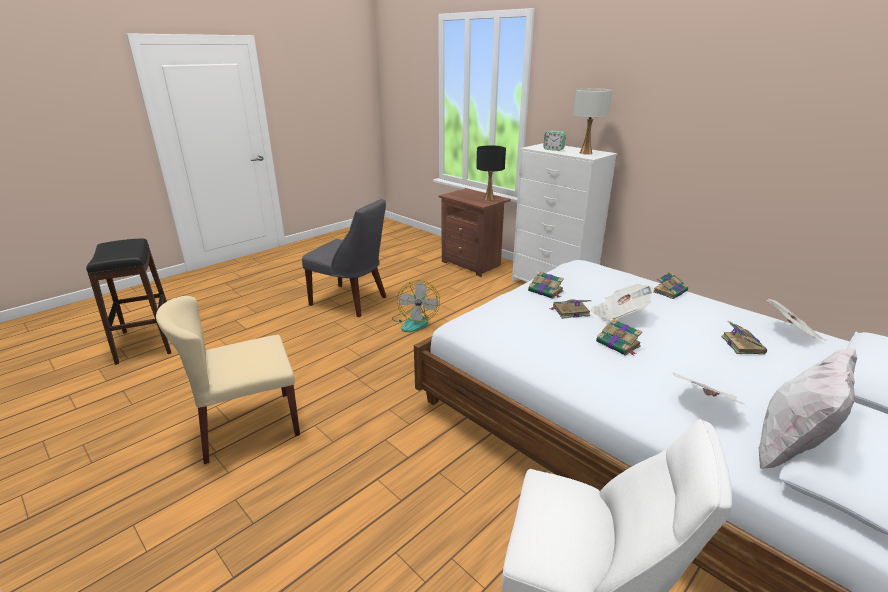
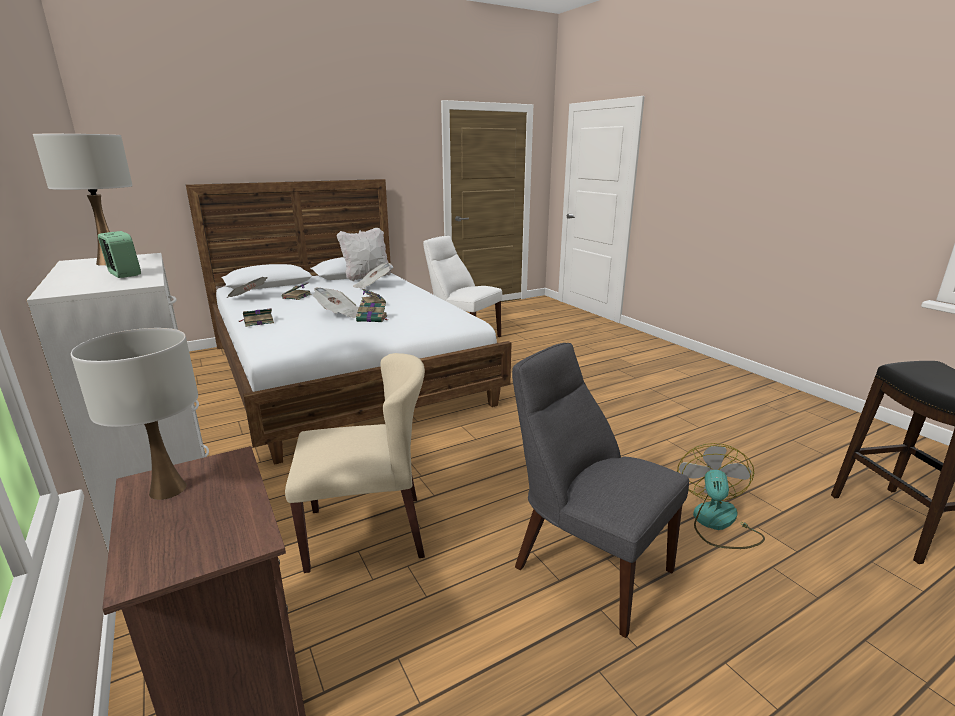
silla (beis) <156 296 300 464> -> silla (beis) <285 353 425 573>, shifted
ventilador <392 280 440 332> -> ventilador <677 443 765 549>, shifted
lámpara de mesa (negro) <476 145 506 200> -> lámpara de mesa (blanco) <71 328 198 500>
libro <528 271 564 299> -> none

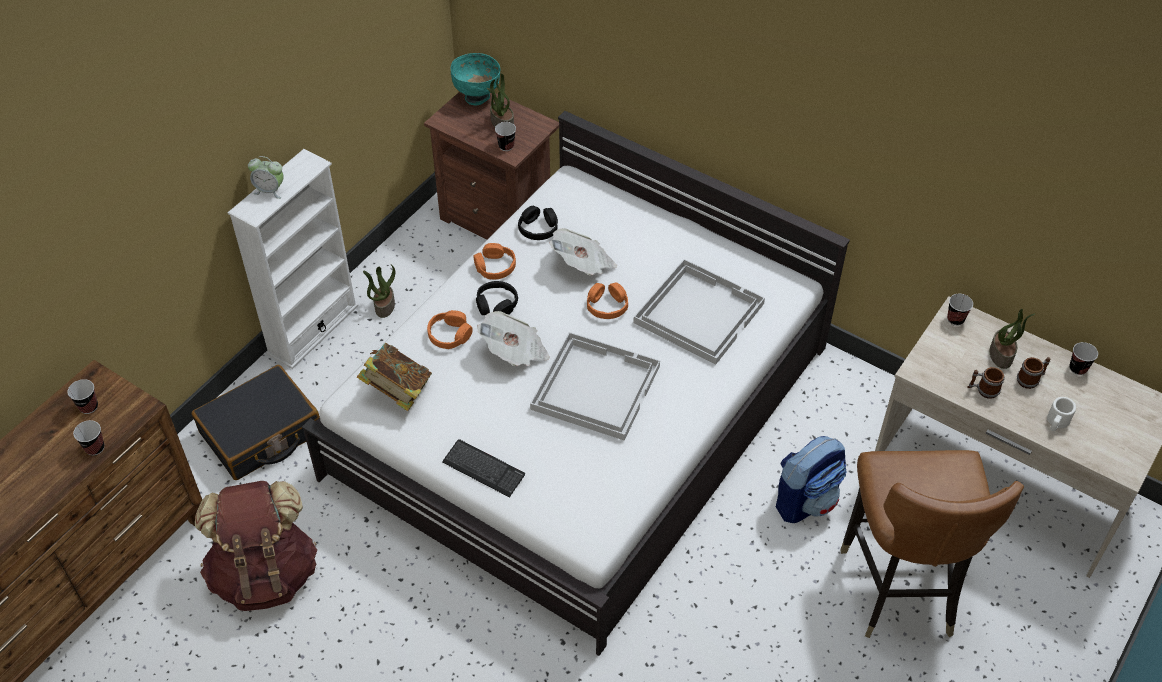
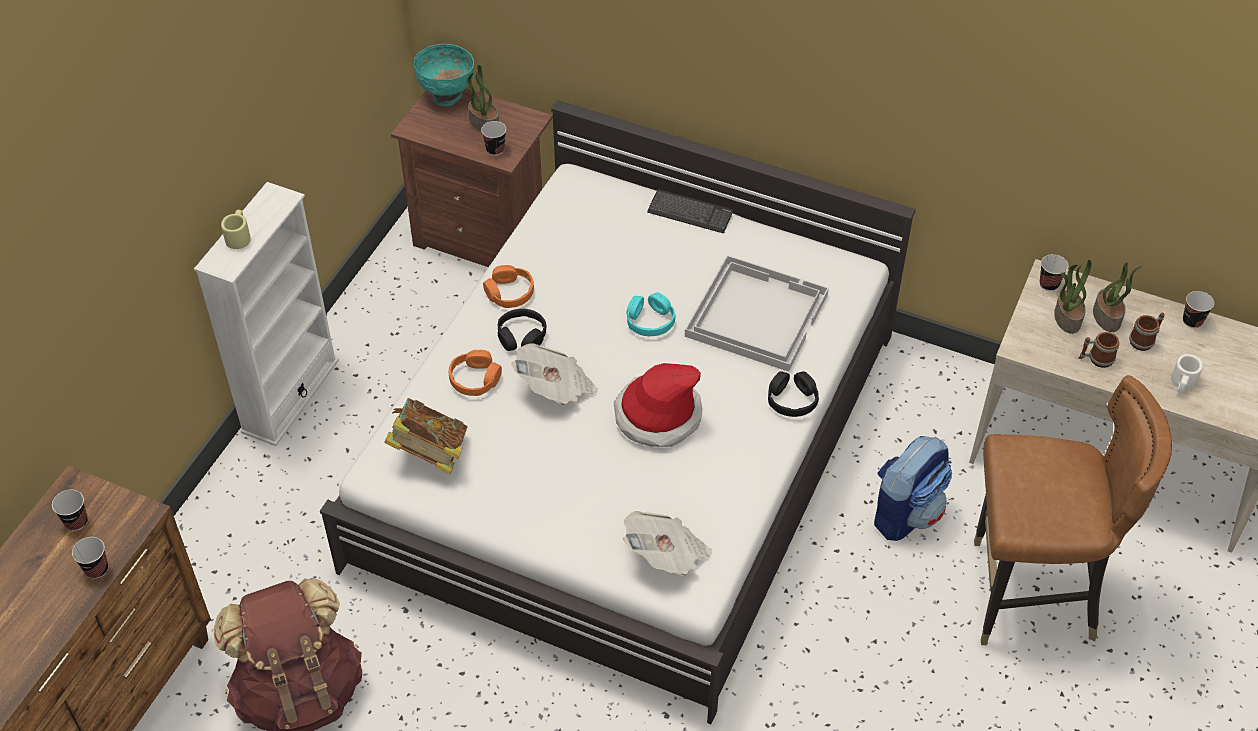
maleta (negro) <192 365 320 480> -> none
despertador <248 156 284 199> -> taza grande (beis) <221 210 251 249>
planta en maceta <363 264 395 318> -> planta en maceta <1054 260 1092 334>, shifted
teclado <443 439 525 498> -> teclado <647 189 733 234>, shifted
auriculares (negro) <518 206 558 240> -> auriculares (negro) <768 371 819 417>, shifted
bandeja (blanco) <530 332 660 441> -> sombrero <613 363 702 447>
periódico <549 228 617 275> -> periódico <623 511 712 576>, shifted
auriculares (naranja) <587 283 628 319> -> auriculares (turquesa) <627 293 676 336>
silla (marrón) <840 450 1024 638> -> silla (marrón) <974 375 1172 645>, 75 degrees counterclockwise

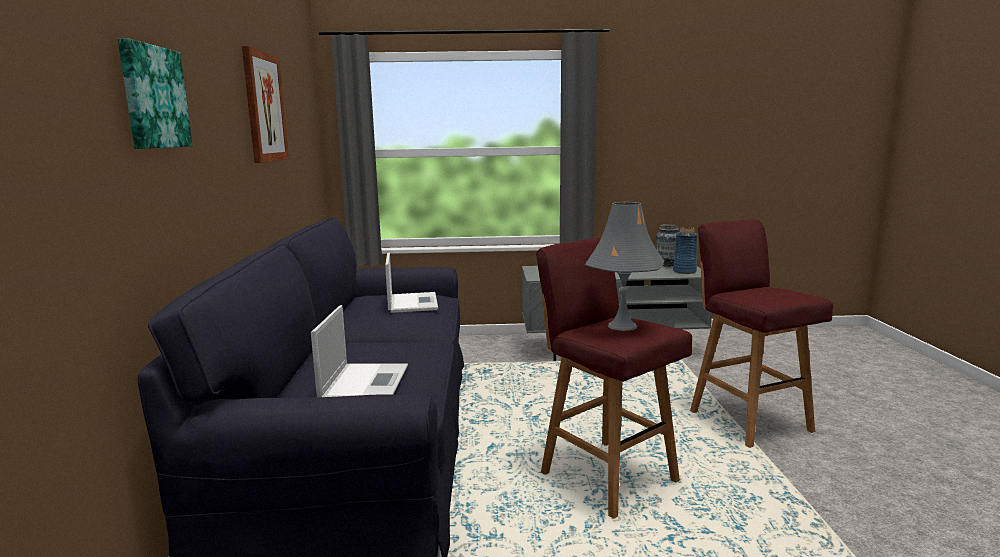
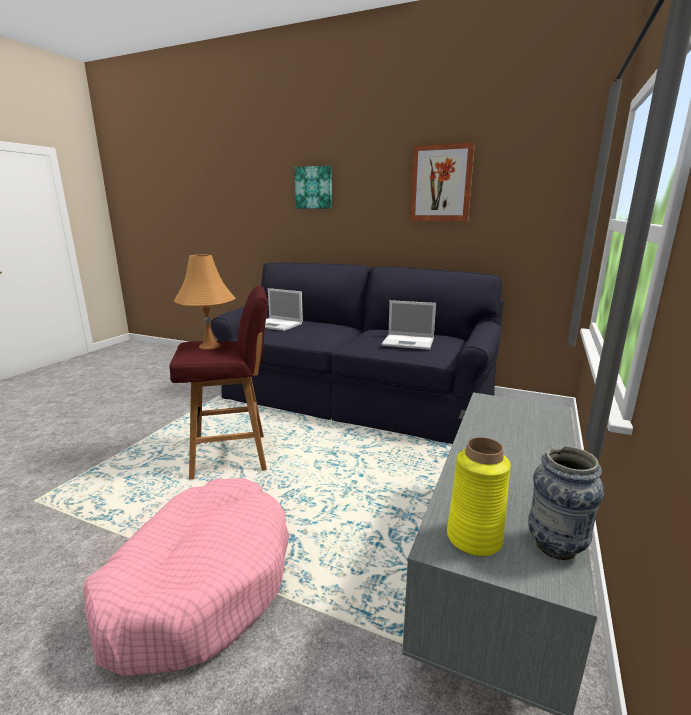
lámpara de mesa (gris) <585 202 664 331> -> lámpara de mesa (naranja) <174 255 236 349>
florero (azul) <673 227 698 274> -> florero (amarillo) <447 437 511 556>
taburete (rojo) <690 219 833 448> -> cama para perro (rosa) <83 478 289 676>

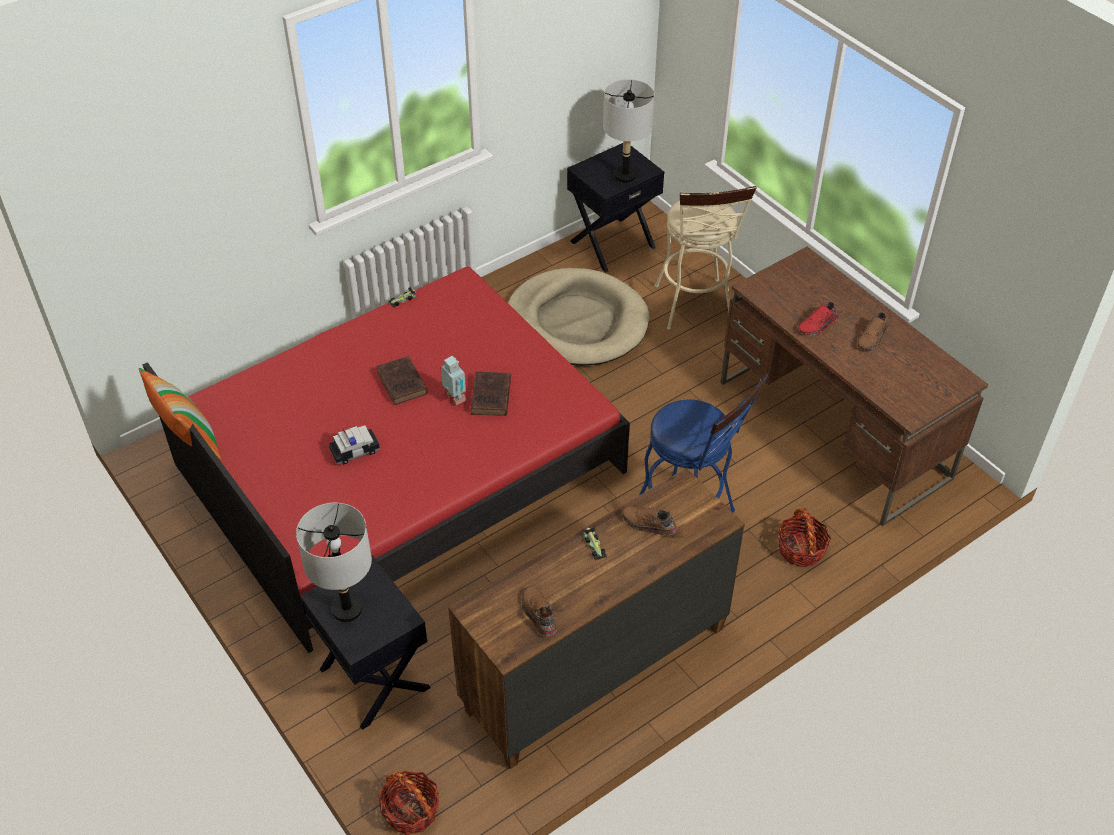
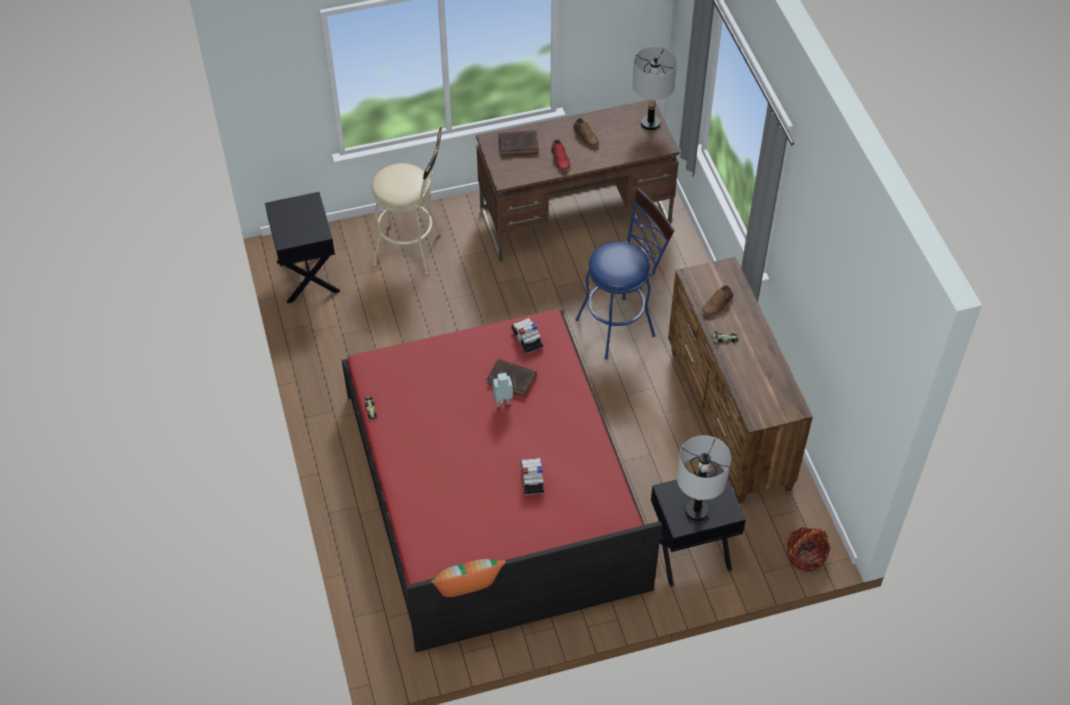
libro (marrón) <376 356 428 405> -> libro (marrón) <498 131 539 156>, shifted
cama para perro (beis) <508 268 650 366> -> none
zapato (marrón) <522 586 557 637> -> none
lámpara de mesa (gris) <603 79 655 183> -> lámpara de mesa (gris) <632 46 677 130>, shifted
cesta <778 508 831 567> -> none
none -> coche de juguete <511 318 543 354>

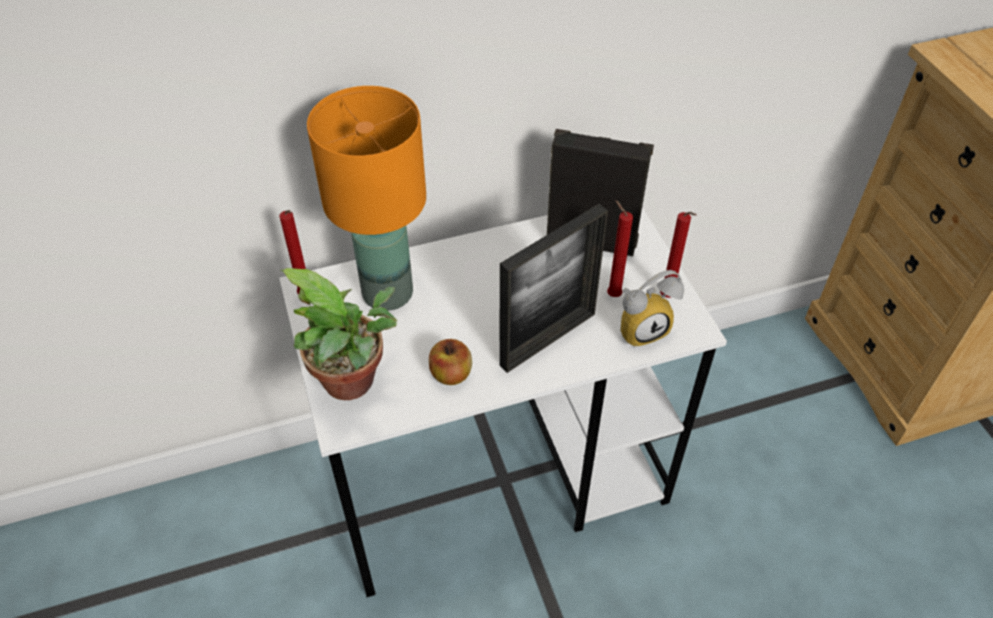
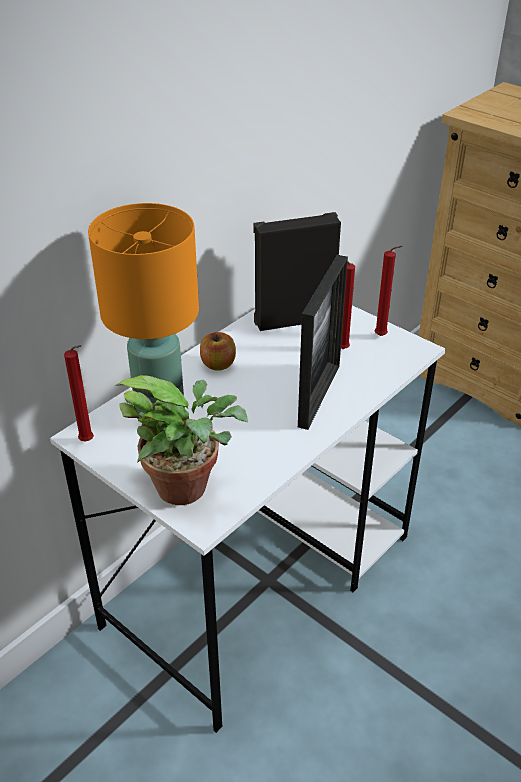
manzana <429 339 472 385> -> manzana <200 332 236 371>, shifted
despertador <620 270 684 348> -> none

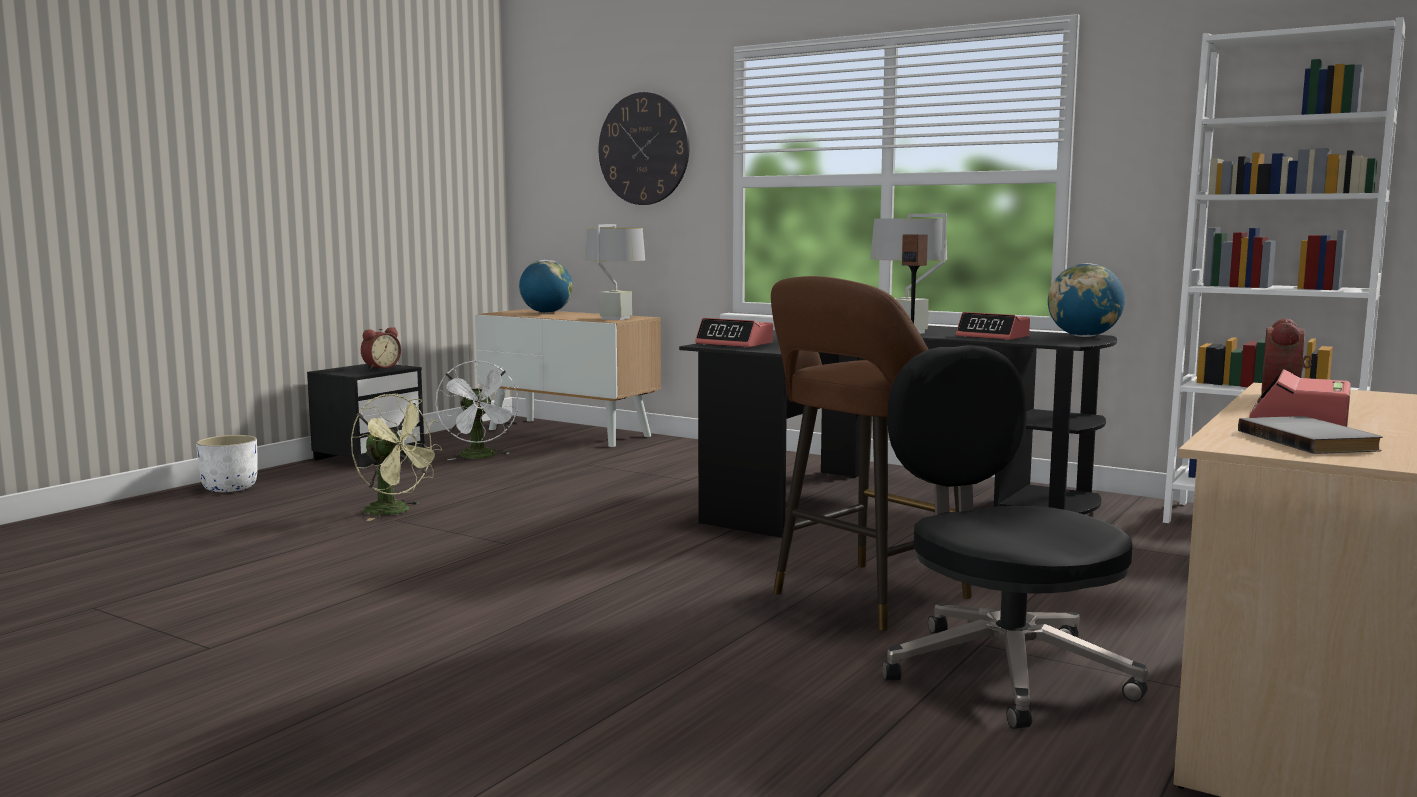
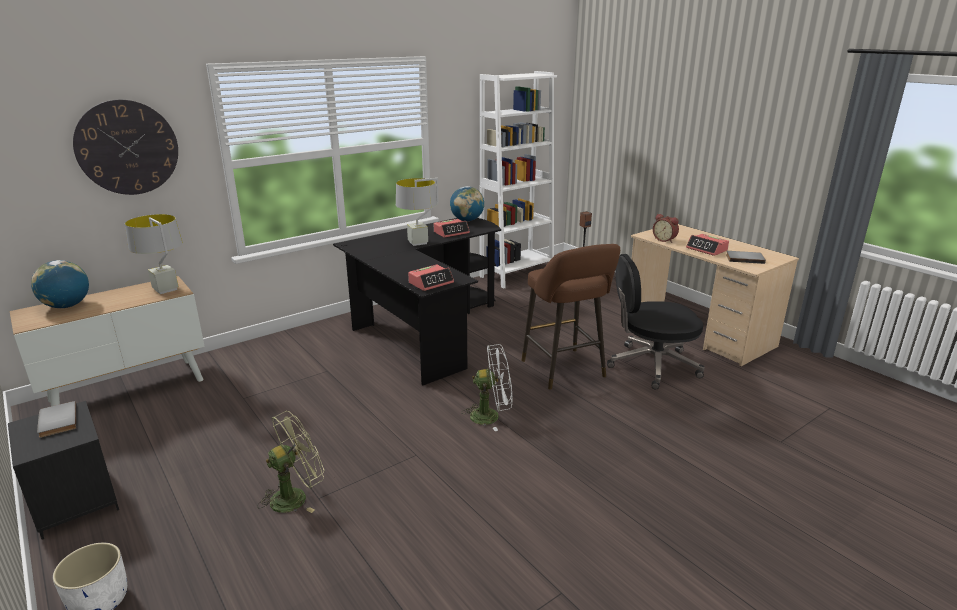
despertador <361 327 401 370> -> libro (gris) <37 401 77 438>
ventilador (blanco) <436 360 519 460> -> ventilador (blanco) <461 344 512 431>, shifted

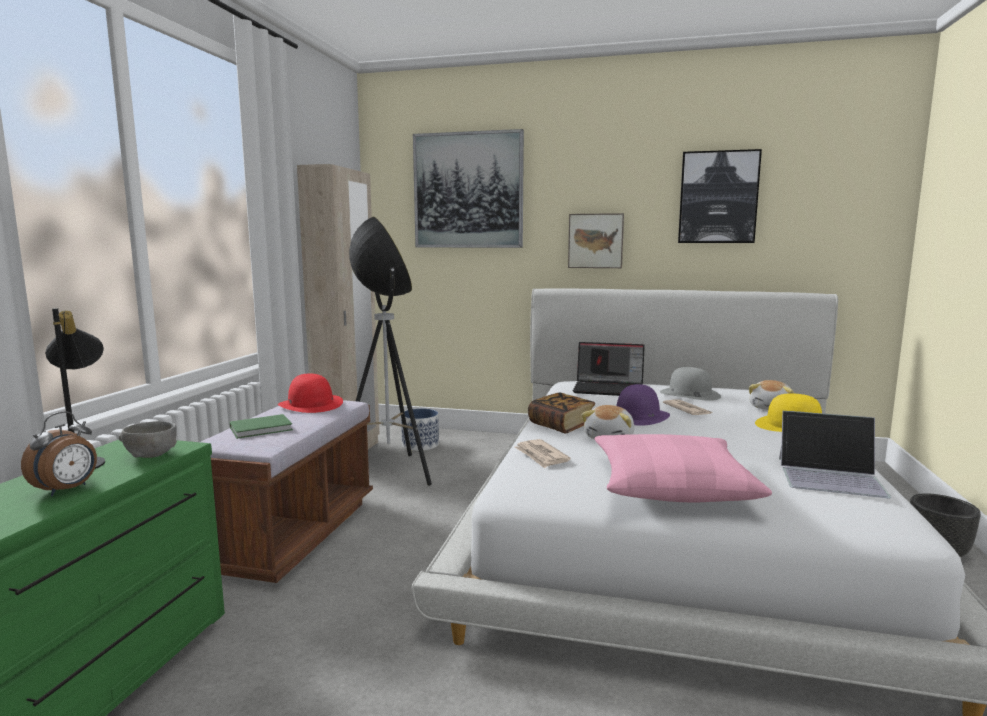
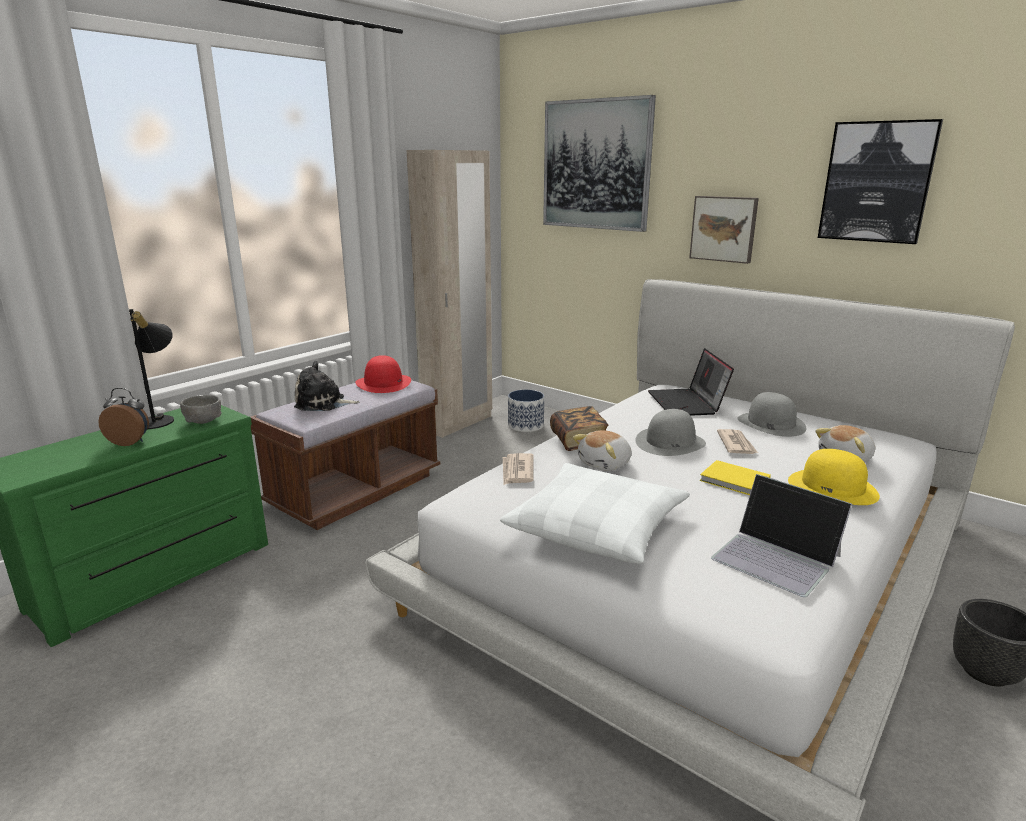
despertador <21 411 97 496> -> despertador <98 388 149 446>, 135 degrees counterclockwise
libro (verde) <230 414 293 439> -> peluche <294 361 360 411>
lámpara de pie <349 216 432 486> -> none
portátil <573 342 645 396> -> portátil <648 348 734 416>, 45 degrees clockwise
cojín (rosa) <594 434 772 502> -> cojín (blanco) <500 463 690 564>
sombrero (morado) <616 384 670 426> -> sombrero (gris) <635 409 706 456>
none -> libro (amarillo) <700 460 771 495>

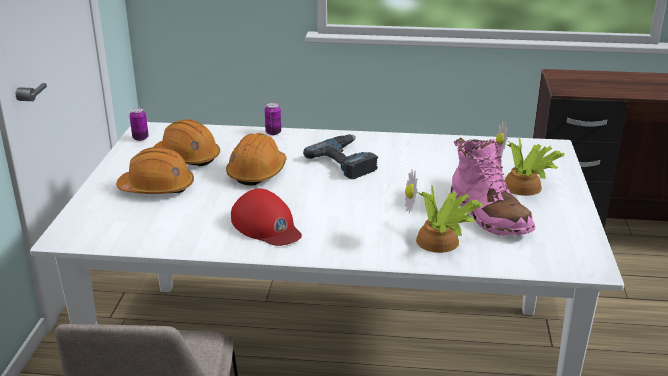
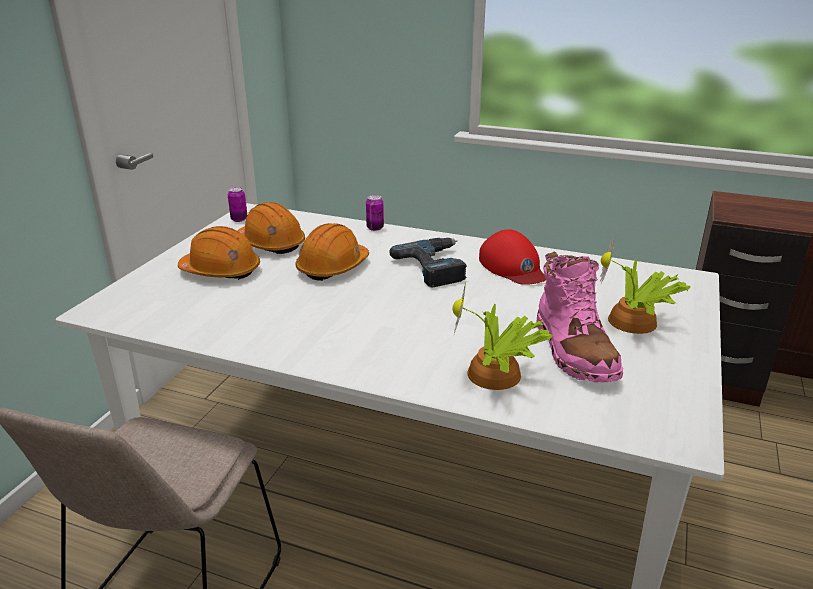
gorra (rojo) <231 188 302 246> -> gorra (rojo) <479 229 546 285>, shifted

